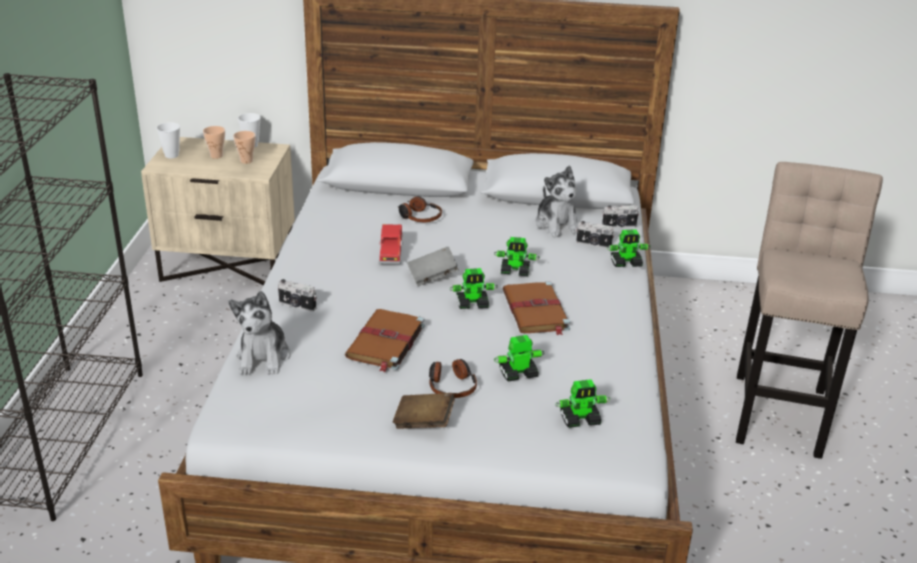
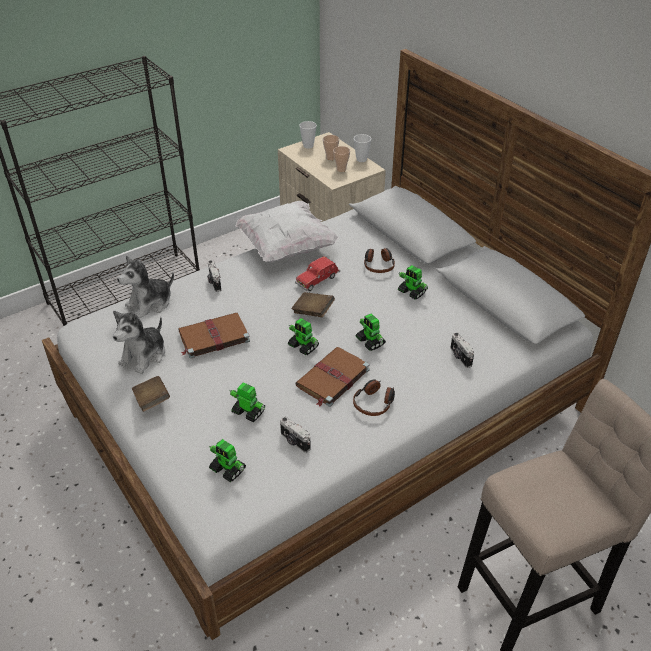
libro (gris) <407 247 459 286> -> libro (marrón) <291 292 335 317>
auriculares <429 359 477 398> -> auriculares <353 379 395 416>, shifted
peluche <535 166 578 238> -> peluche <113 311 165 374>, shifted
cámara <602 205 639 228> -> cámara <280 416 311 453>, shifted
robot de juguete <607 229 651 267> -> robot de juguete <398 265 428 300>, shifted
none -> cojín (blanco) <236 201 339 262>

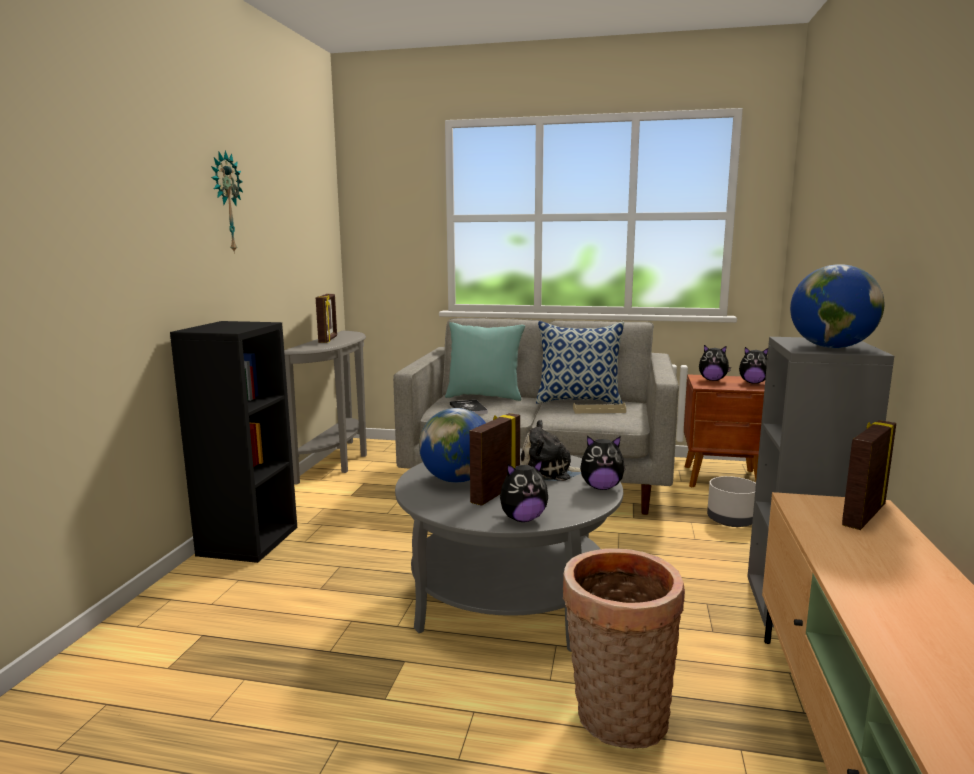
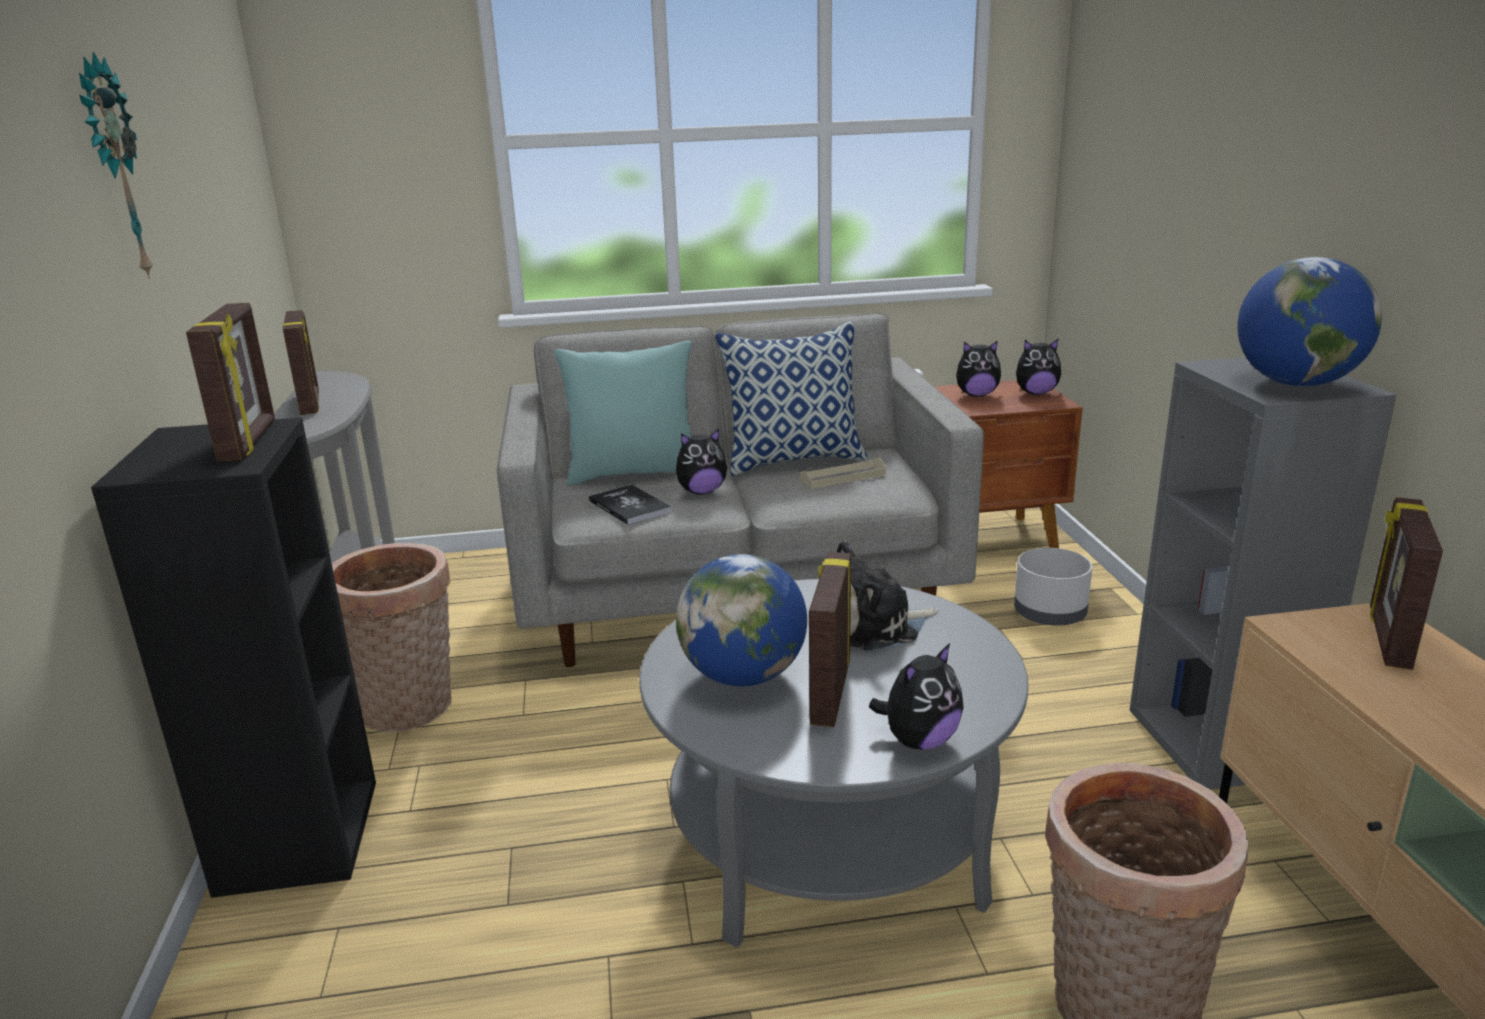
peluche <580 436 626 490> -> peluche <676 429 727 495>, shifted
none -> portarretratos <186 303 275 462>
none -> cesta <332 543 452 732>

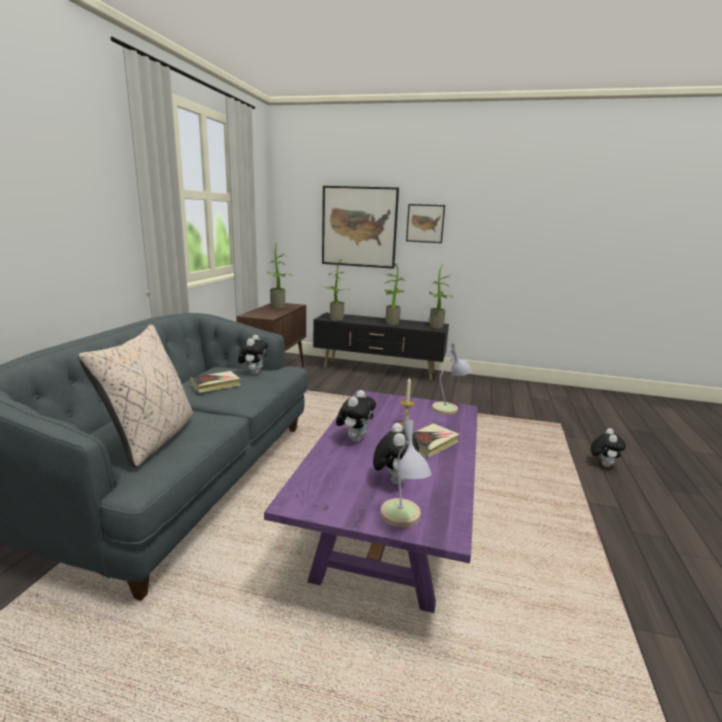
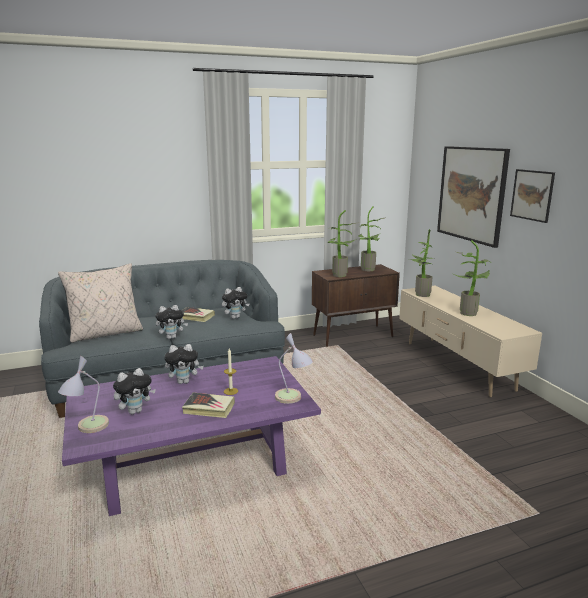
mueble de televisión (negro) <313 313 449 381> -> mueble de televisión (beis) <399 286 542 397>
planta en maceta <429 264 453 328> -> planta en maceta <328 210 359 277>, shifted
peluche <591 428 626 467> -> peluche <155 305 188 339>, shifted

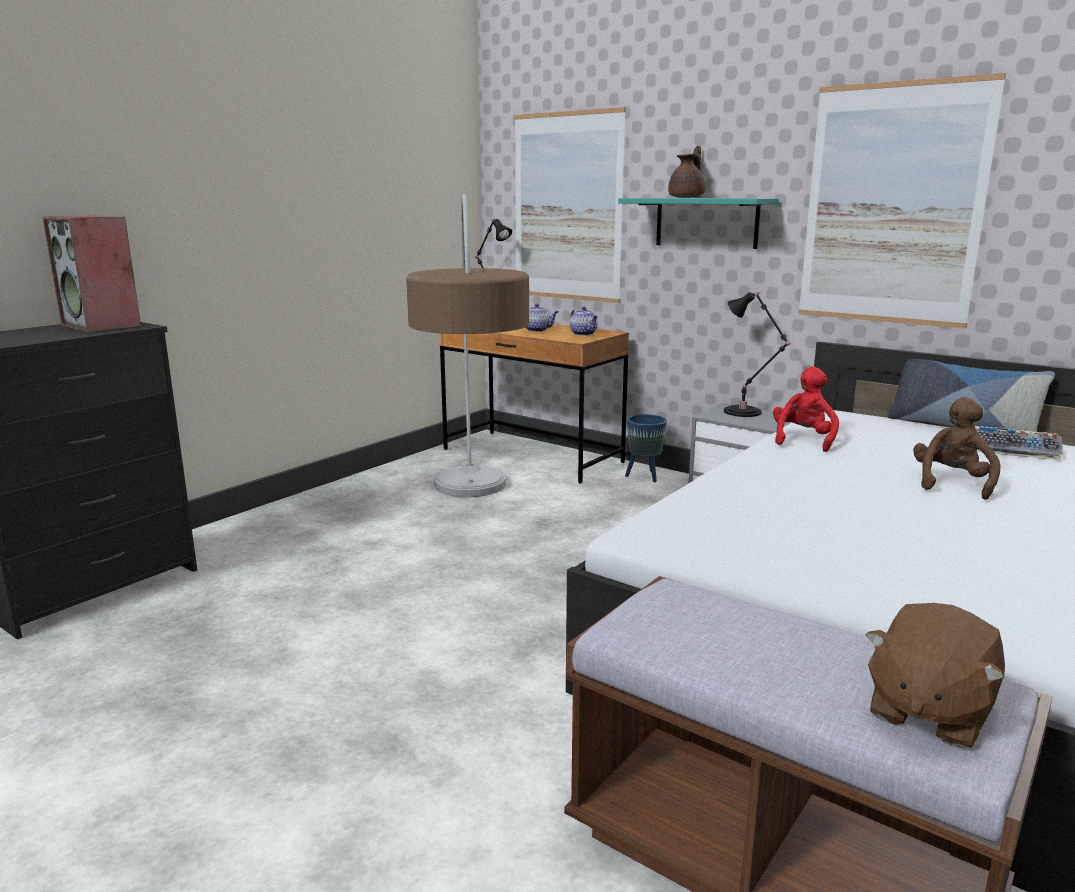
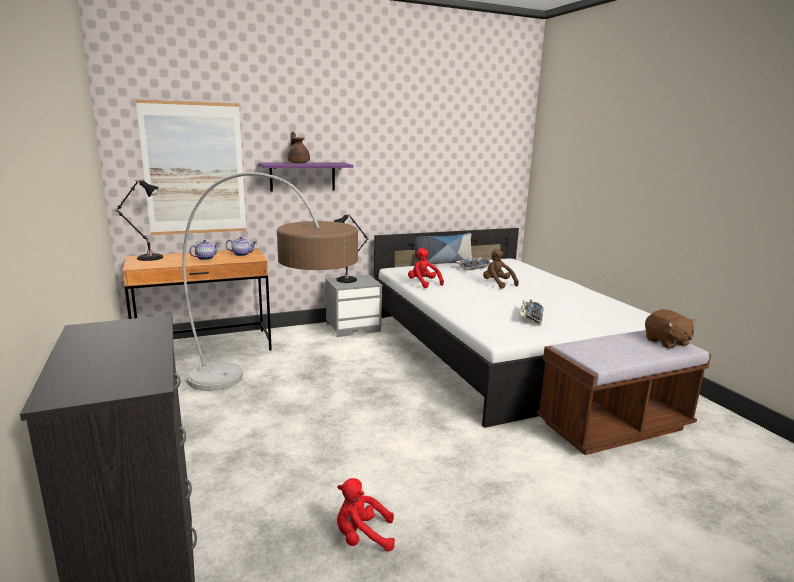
altavoz <42 216 141 333> -> none
estante (turquesa) <618 198 779 249> -> estante (morado) <258 162 353 192>
maceta (azul) <625 414 667 482> -> none
cuadro <798 73 1006 329> -> none
none -> peluche (rojo) <337 478 395 551>
none -> teclado <520 299 544 326>

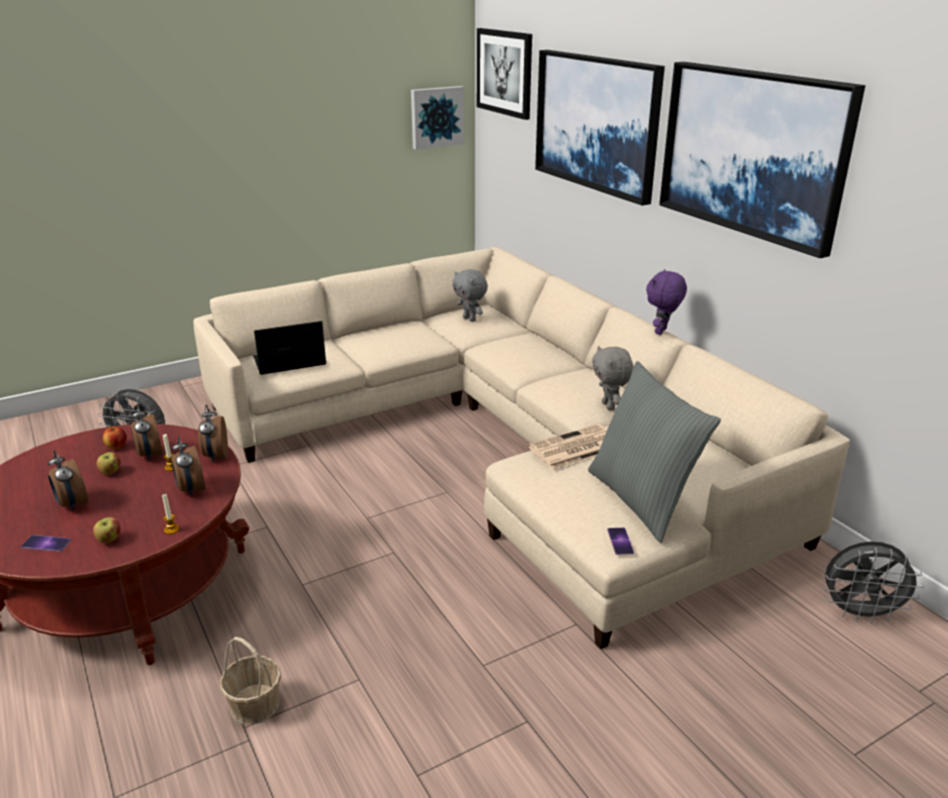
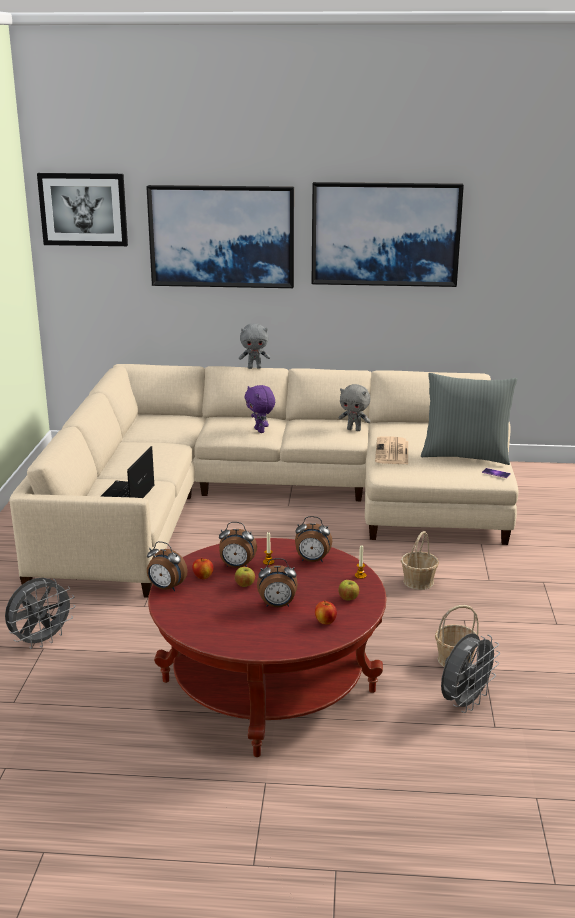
móvil <21 535 72 552> -> manzana <315 600 337 625>
despertador <198 405 228 462> -> despertador <147 541 188 591>, shifted
cuadro <411 86 464 150> -> none
peluche (gris) <452 269 488 322> -> peluche (gris) <239 323 270 369>, shifted
peluche (morado) <646 269 687 335> -> peluche (morado) <244 385 275 433>, shifted
ventilador (gris) <823 541 924 623> -> ventilador (gris) <441 633 500 713>, shifted
none -> cesta <401 531 439 590>

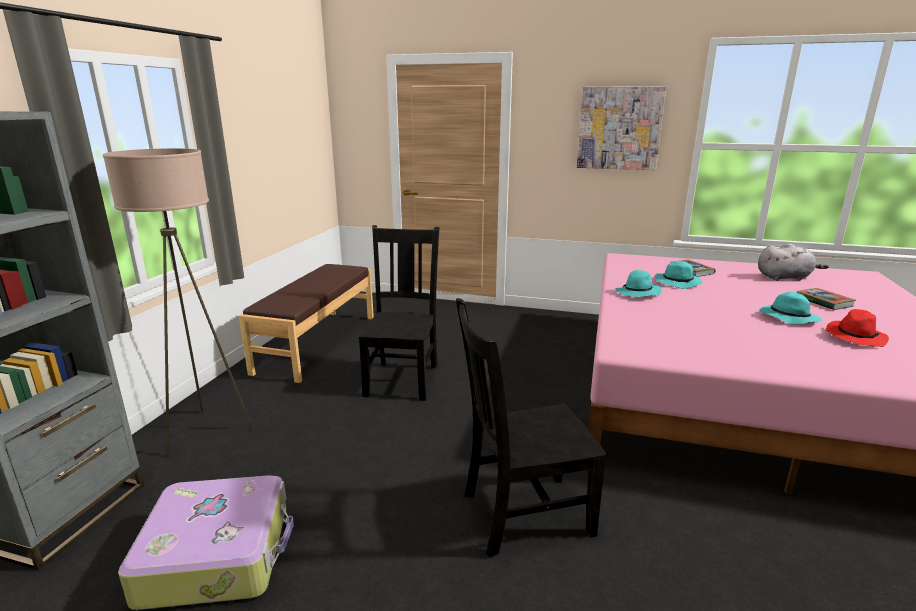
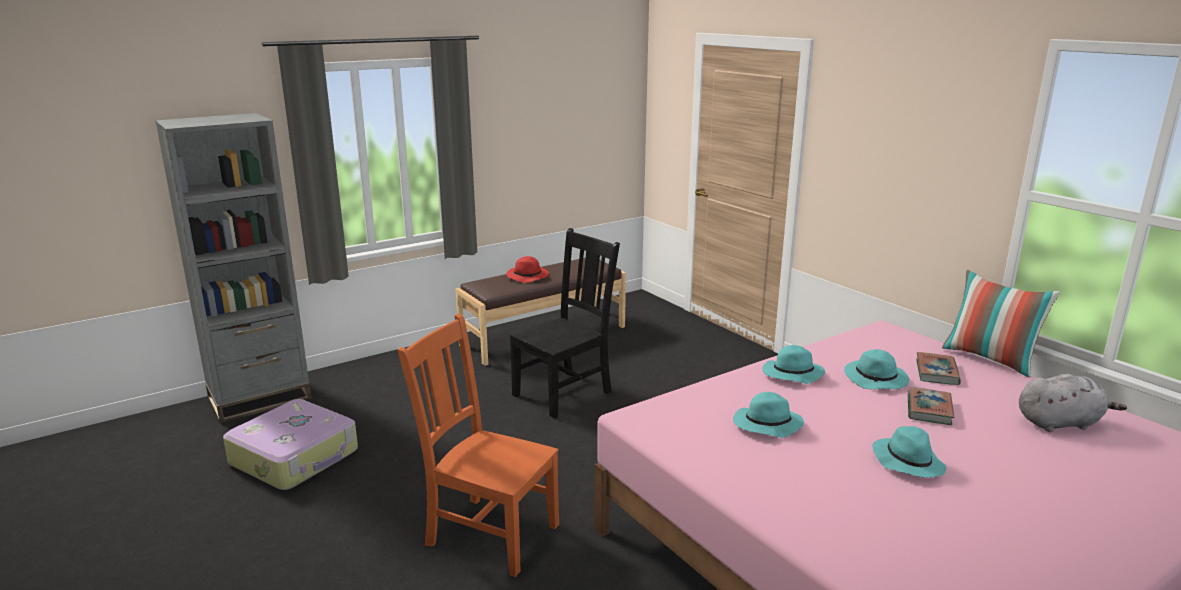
lámpara de pie (beis) <103 148 253 456> -> none
silla (negro) <456 298 607 558> -> silla (naranja) <397 313 559 577>
cuadro <577 86 666 170> -> none
peluche (gris) <758 243 829 281> -> peluche (gris) <1019 374 1127 432>, 45 degrees counterclockwise
libro <796 288 856 310> -> libro <907 387 954 425>, shifted
sombrero (rojo) <826 309 889 347> -> sombrero (rojo) <506 256 549 283>, shifted
none -> sombrero (turquesa) <733 392 804 438>
none -> cojín <942 270 1060 378>

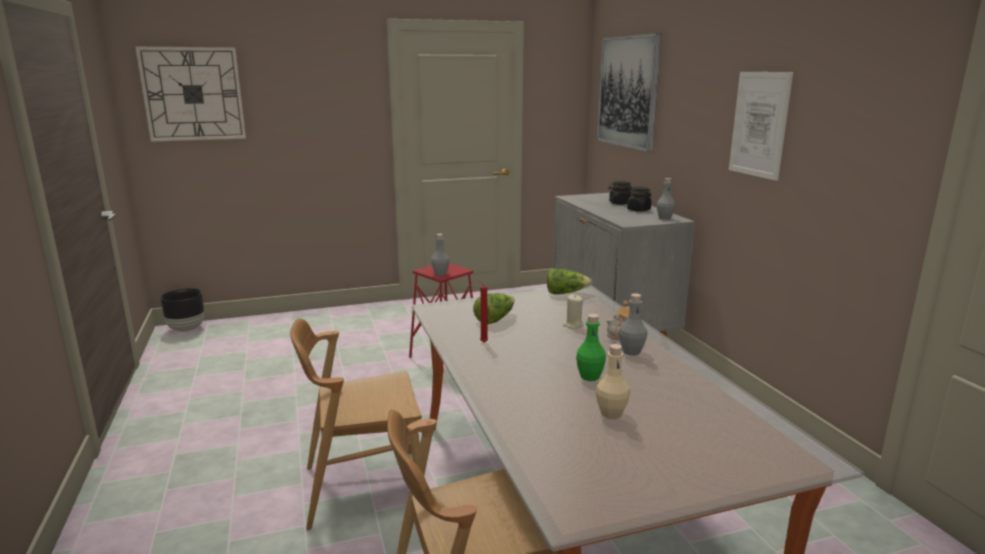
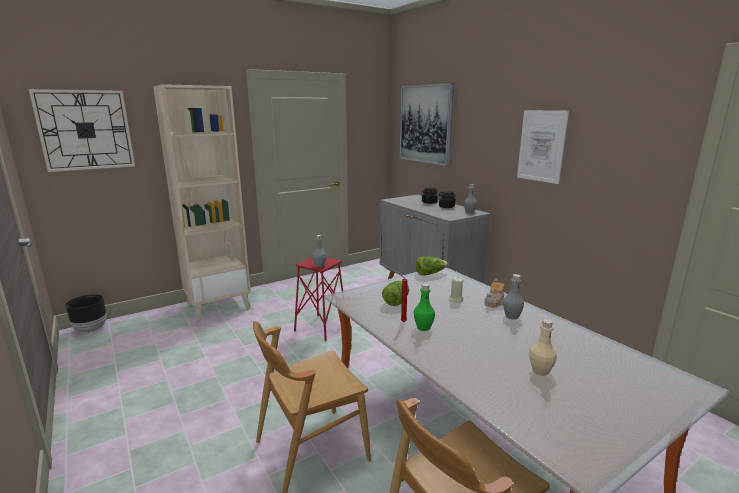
botella (verde) <576 314 606 381> -> botella (verde) <414 283 435 331>, shifted
none -> estantería (beis) <153 84 251 321>

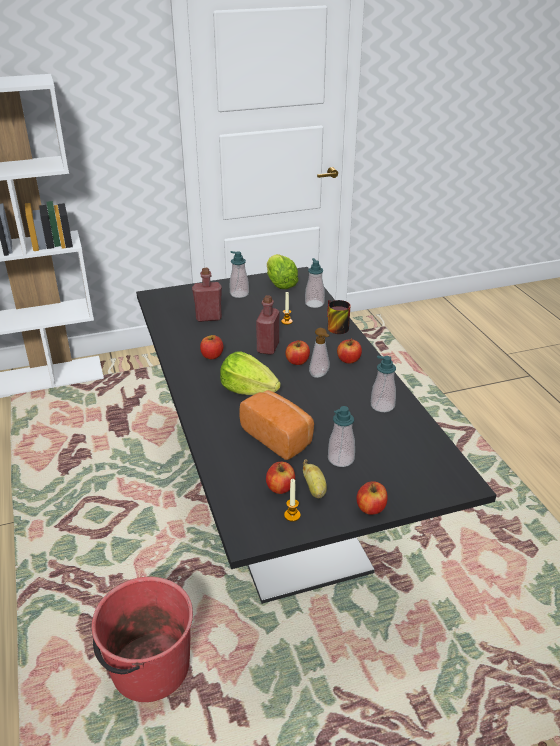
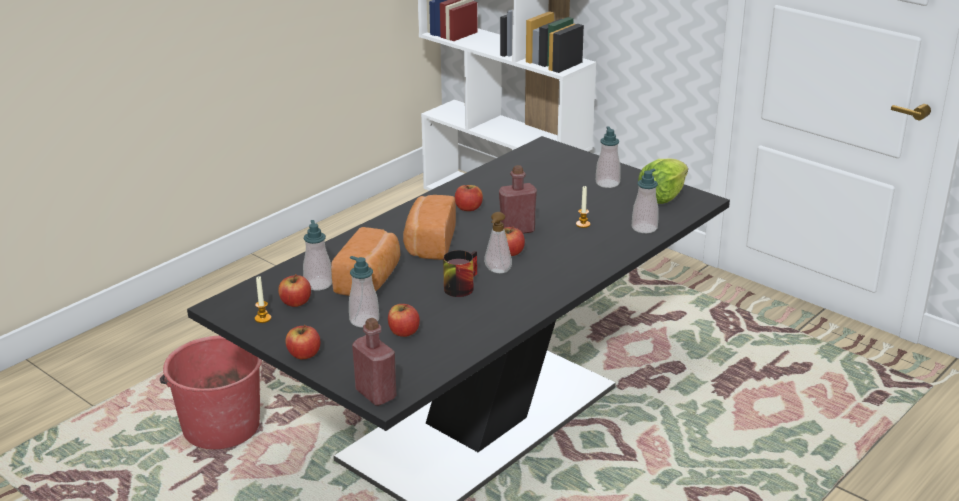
botella (rojo) <192 268 222 322> -> botella (rojo) <352 318 397 406>, shifted
lechuga <220 352 281 395> -> pan <403 195 456 260>
plátano <303 459 327 498> -> none
taza grande <327 300 350 334> -> taza grande <443 250 477 297>, shifted
manzana <337 339 362 364> -> manzana <388 304 420 337>, shifted
dispensador de jabón <371 356 396 412> -> dispensador de jabón <303 220 332 291>, shifted

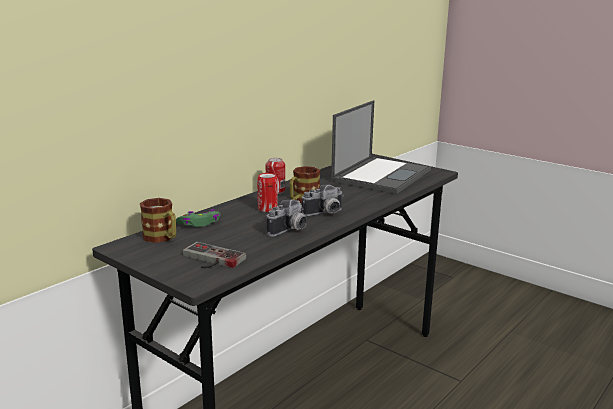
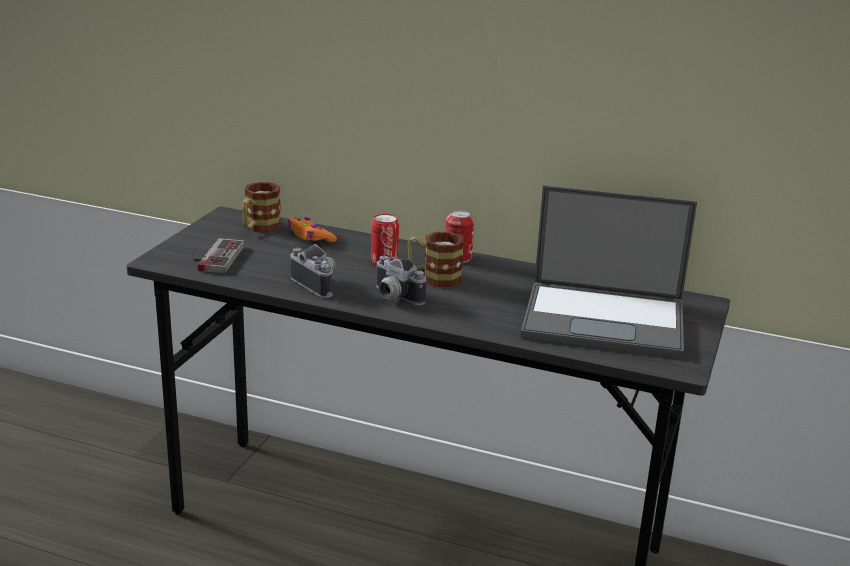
mando de consola (verde) <176 209 220 227> -> mando de consola (naranja) <288 217 337 242>
cámara <266 199 307 236> -> cámara <290 244 336 298>, 150 degrees counterclockwise

